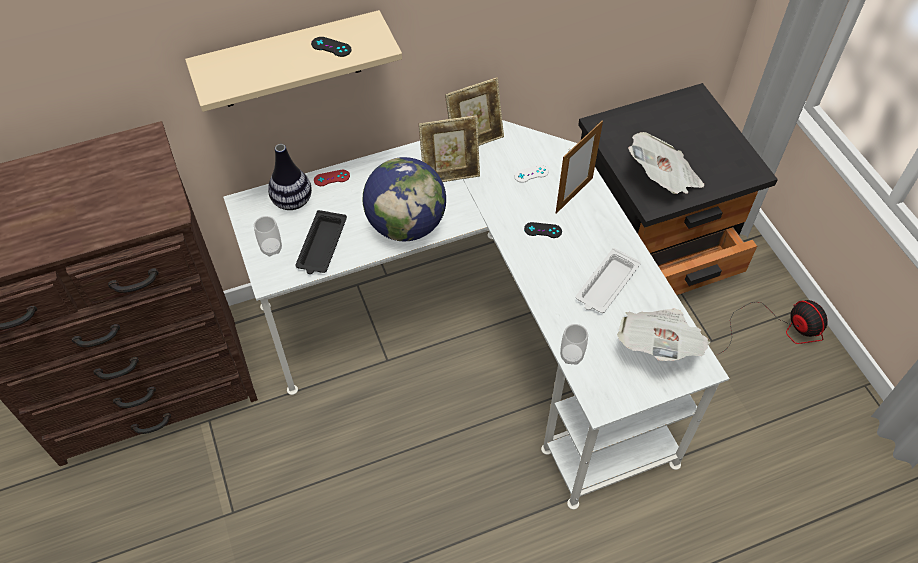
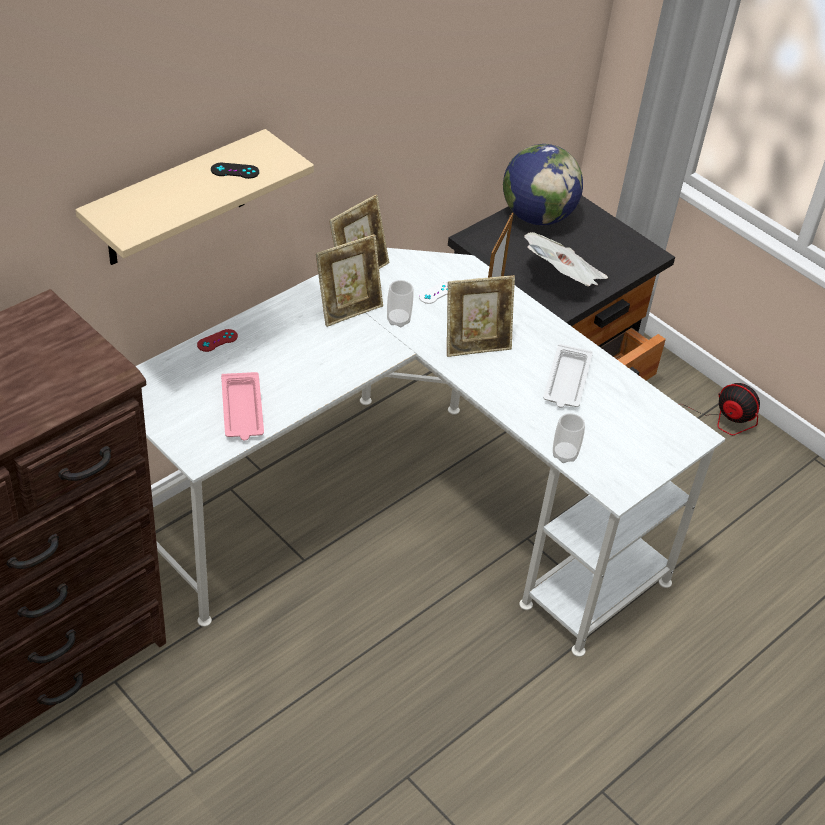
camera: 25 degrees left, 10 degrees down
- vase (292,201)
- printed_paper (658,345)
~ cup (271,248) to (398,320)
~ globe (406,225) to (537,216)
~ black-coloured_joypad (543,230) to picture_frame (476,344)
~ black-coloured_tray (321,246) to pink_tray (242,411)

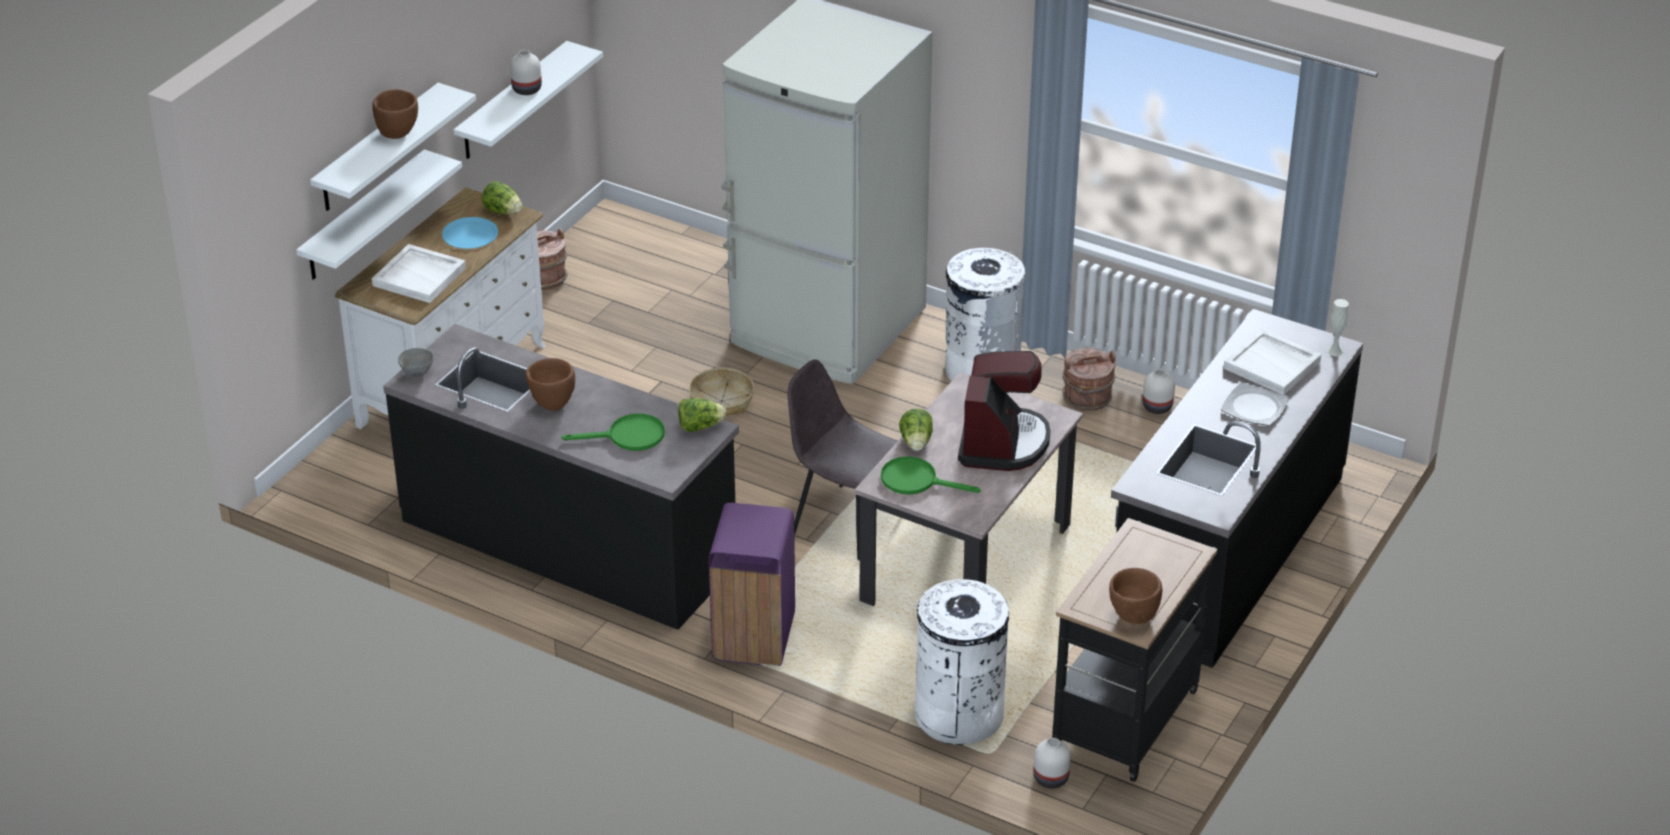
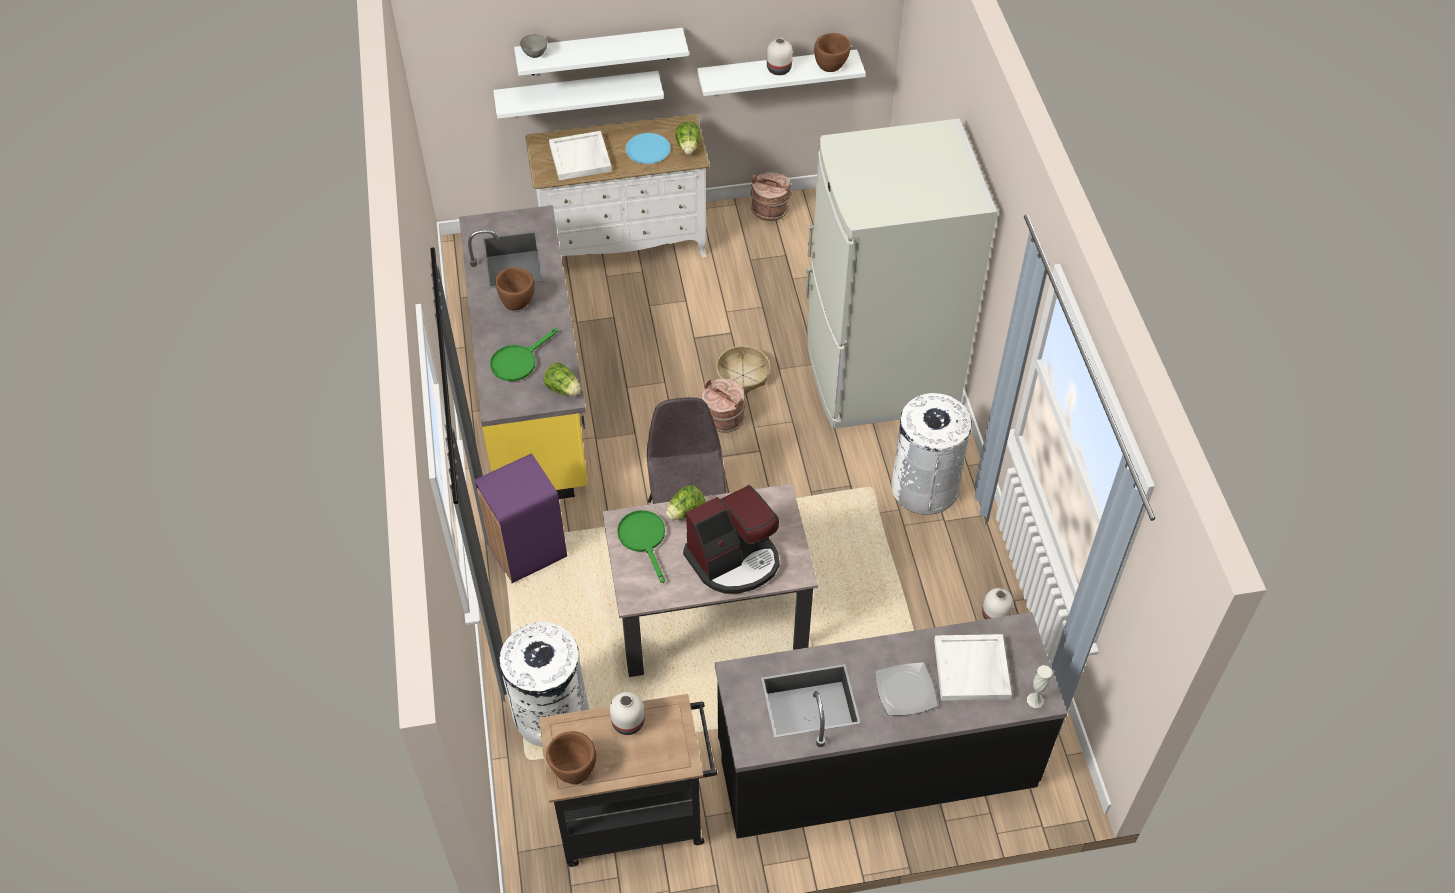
camera: 50 degrees right, 15 degrees up
~ brown_serving_bowl (398,133) to (831,67)
~ grey_serving_bowl (417,373) to (535,54)
~ white_vase (1051,778) to (629,722)
~ brown_pail (1087,399) to (723,419)
~ black-coloured_counter (569,541) to yellow-coloured_counter (533,397)
~ green-coloured_pan (628,437) = (518,361) 90 degrees clockwise

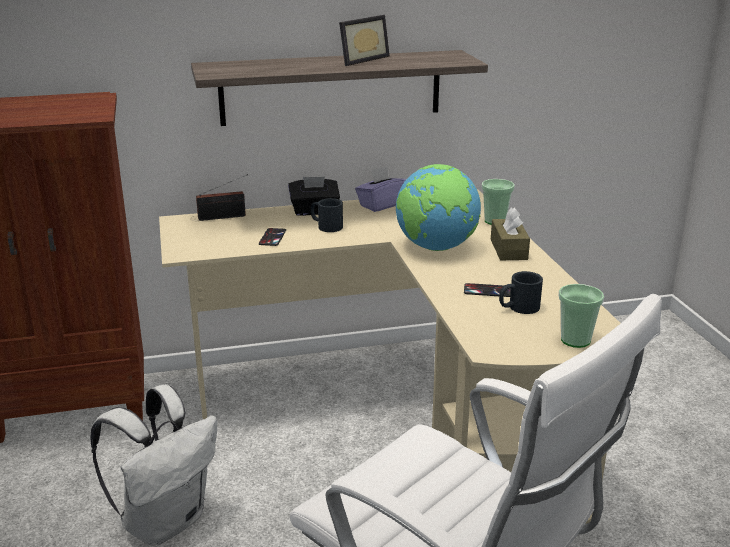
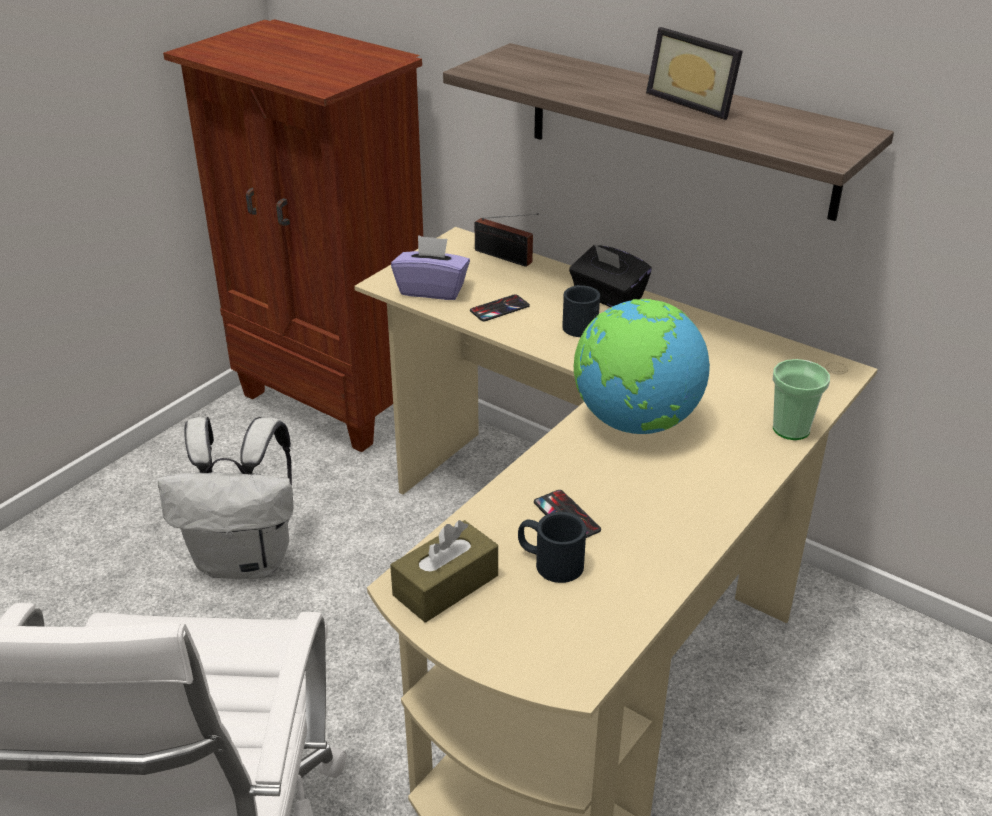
camera: 50 degrees right, 10 degrees up
- cup (575,340)
~ purple-coloured_box_of_tissues (381,205) to (432,290)
~ brown_box_of_tissues (508,249) to (446,585)
~ picture_frame (360,60) = (695,102) 45 degrees clockwise

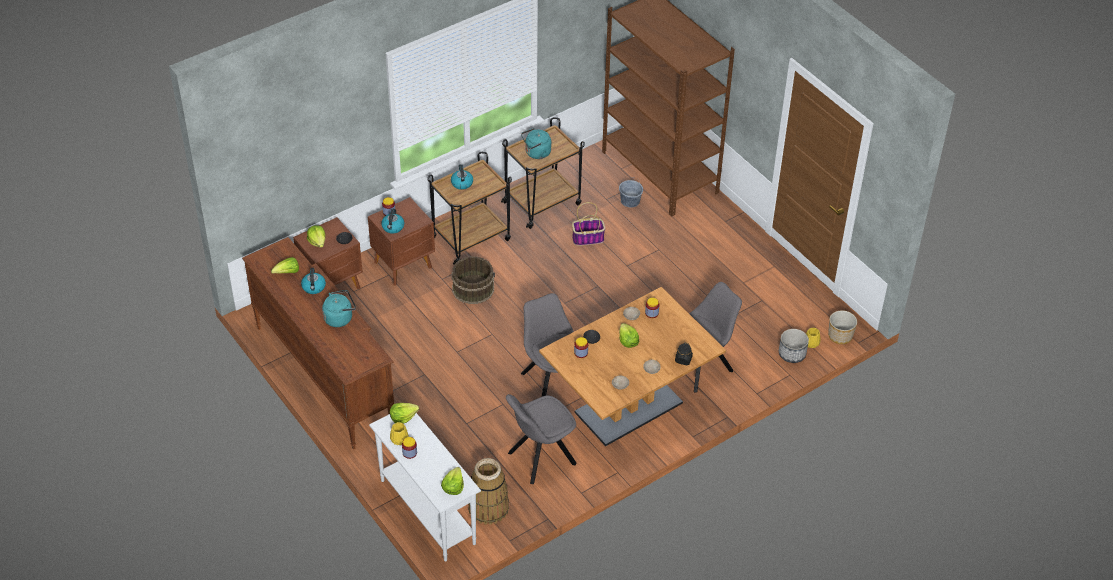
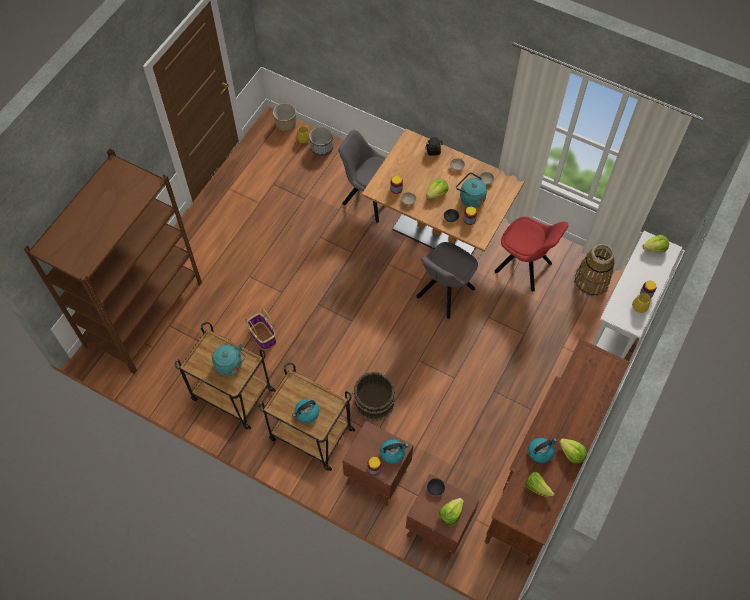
camera: 115 degrees left, 15 degrees up
- grey_pail (630,201)
~ turquoise_kettle (340,318) to (470,198)
~ lettuce (403,417) to (571,454)
~ grey_chair (541,458) to red_chair (524,267)

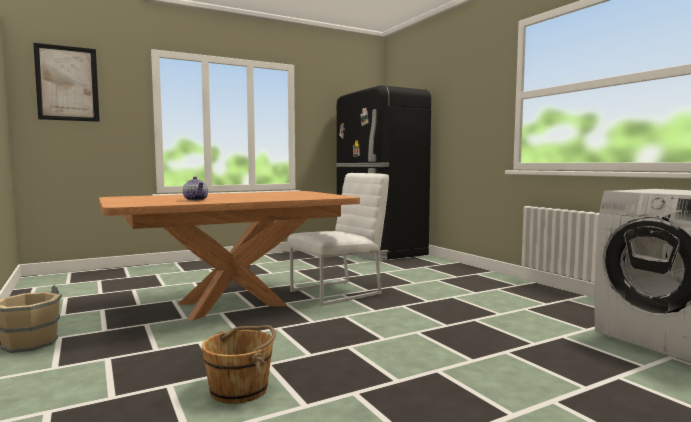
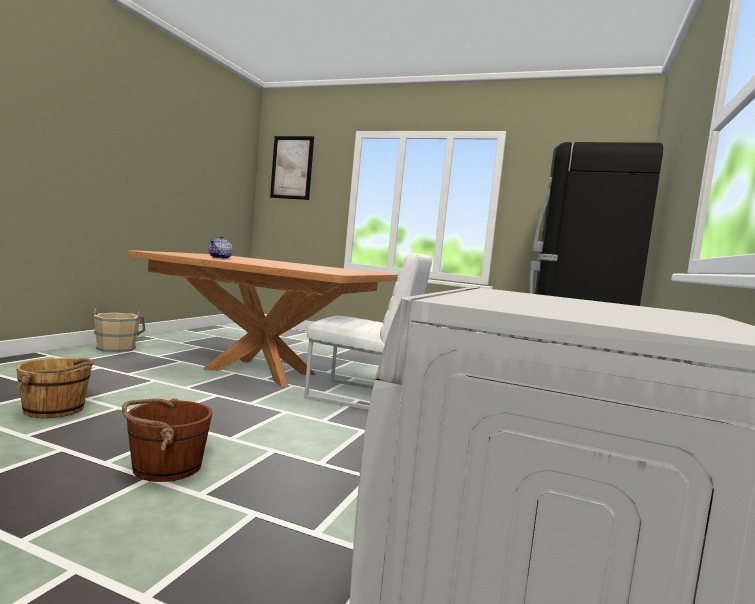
camera: 50 degrees right, 0 degrees up
+ brown_pail (165,467)

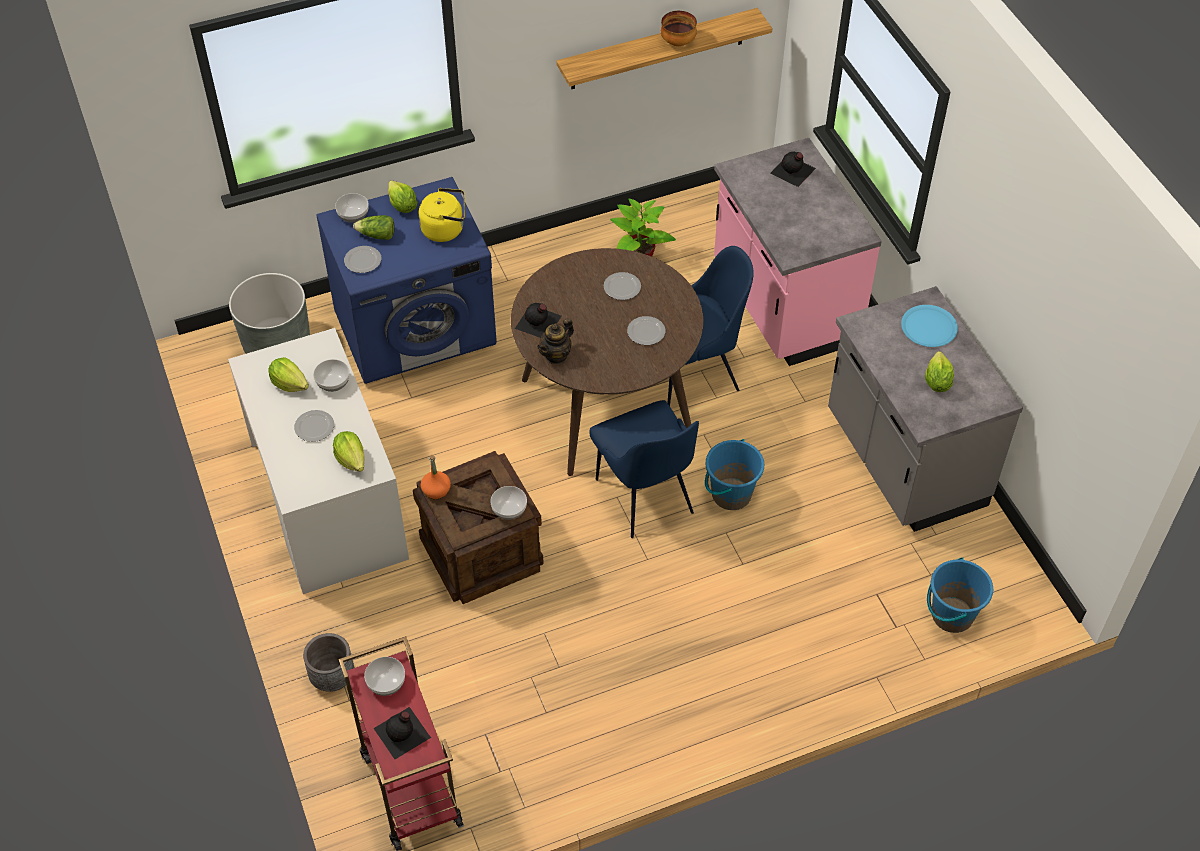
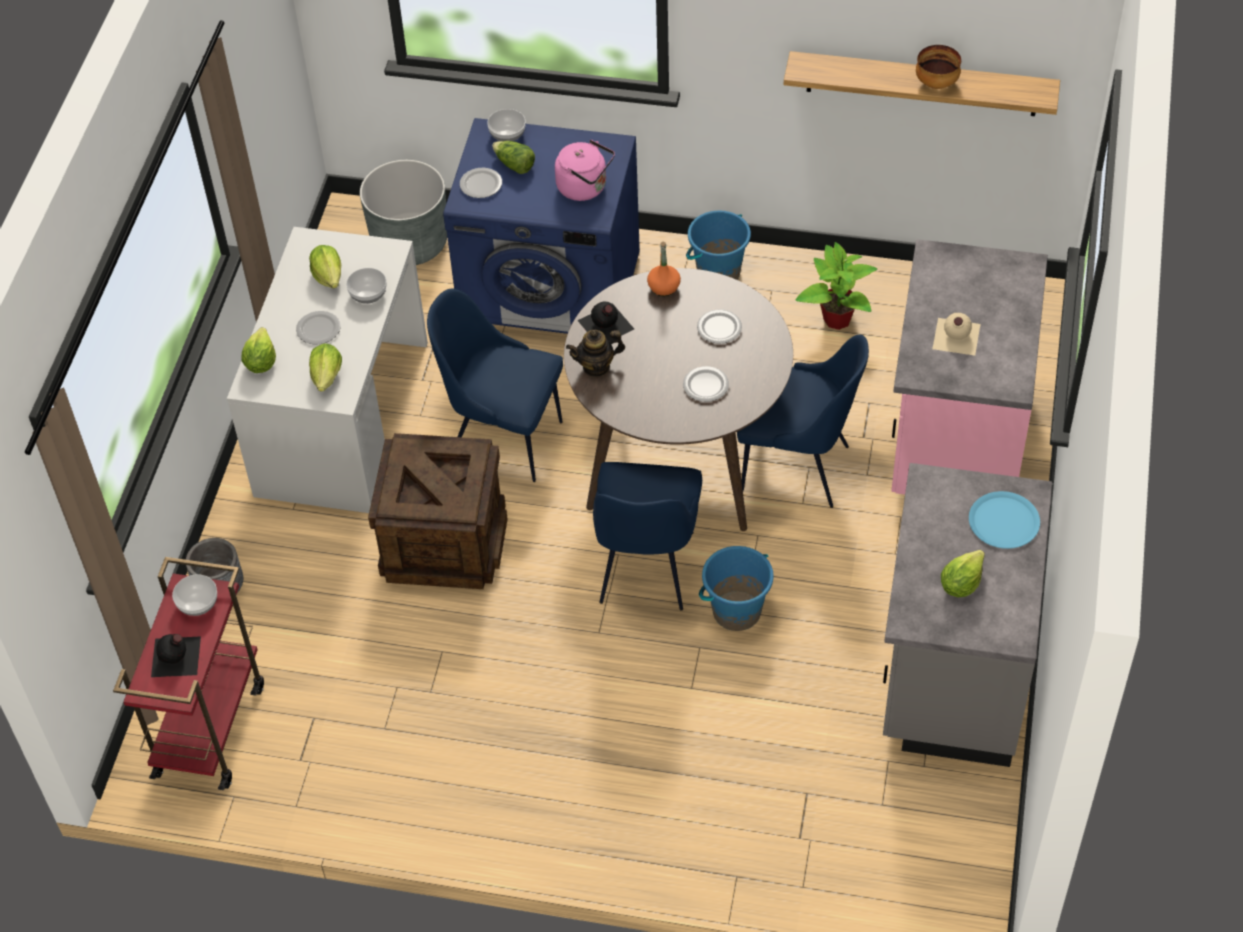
camera: 35 degrees right, 0 degrees up
- serving_bowl (509,510)
- black-coloured_beverage_bottle (793,171)
+ blue_chair (504,441)
+ beige-coloured_beverage_bottle (955,337)
~ lettuce (402,206) to (261,362)
~ orangey_beverage_bottle (436,490) to (664,287)
~ blue_pail (951,615) to (718,272)
~ yellow-coloured_kettle (445,229) to pink_kettle (585,188)

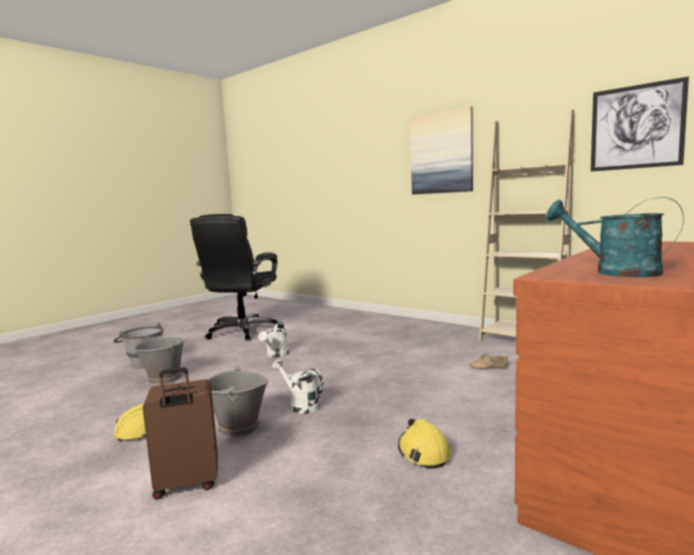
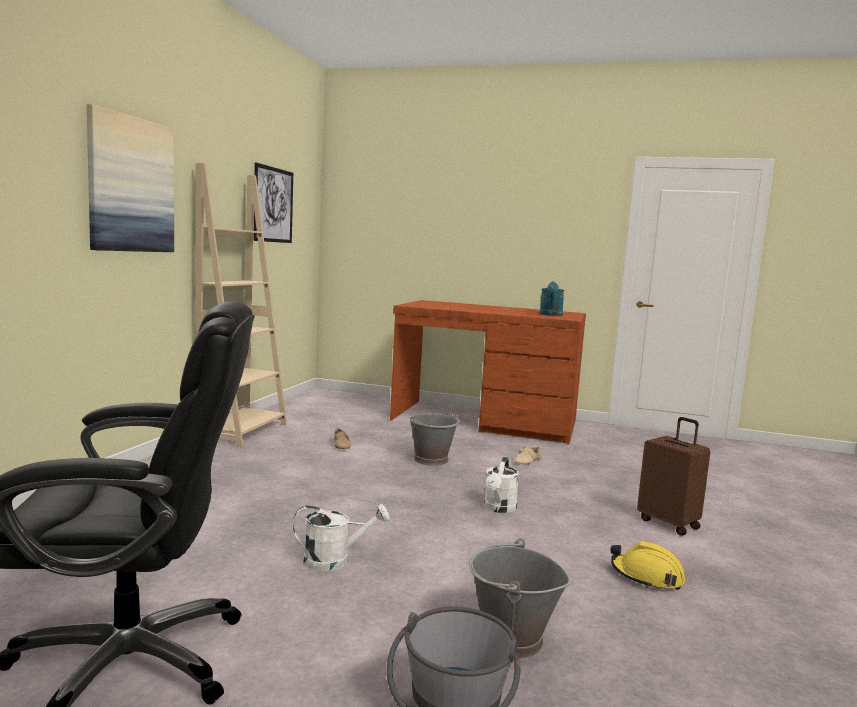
camera: 115 degrees left, 0 degrees up
~ grey_pail (238,428) to (431,460)
~ yellow-coloured_safety_helmet (423,452) to beige-coloured_shoe (528,461)

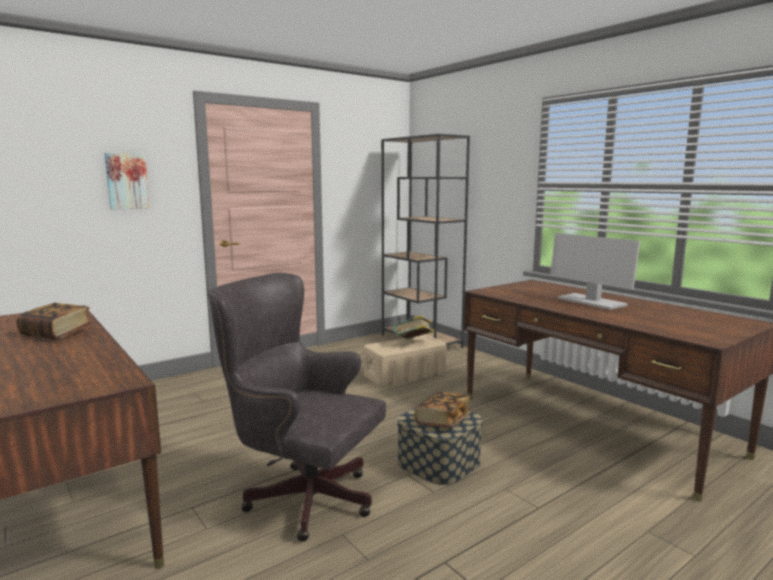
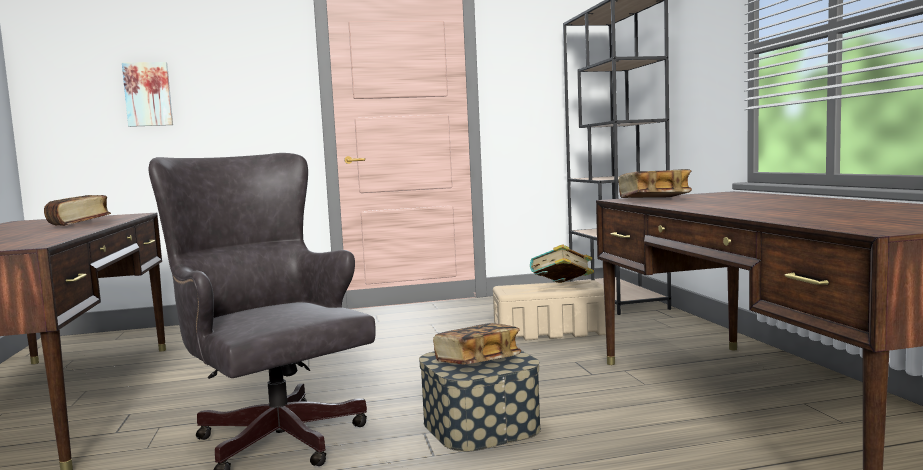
camera: 25 degrees right, 5 degrees down
- computer_display (590,302)
+ book (654,199)
~ picture (127,181) to (148,94)

